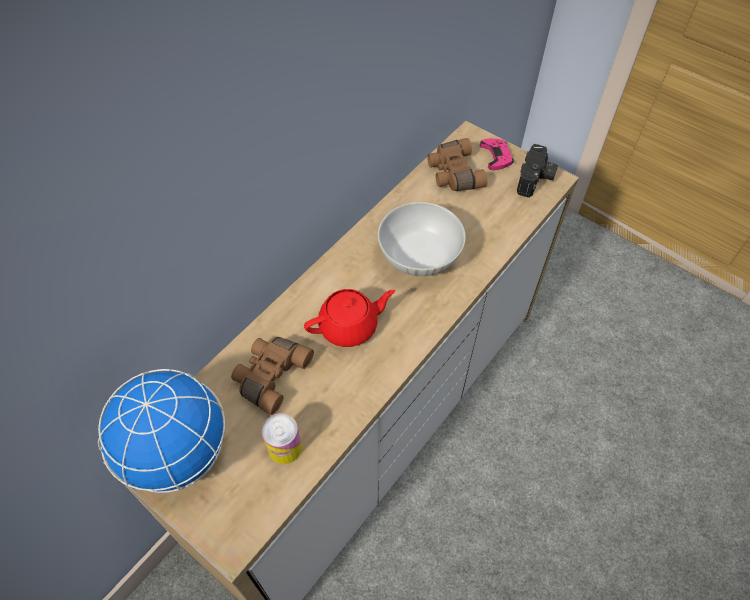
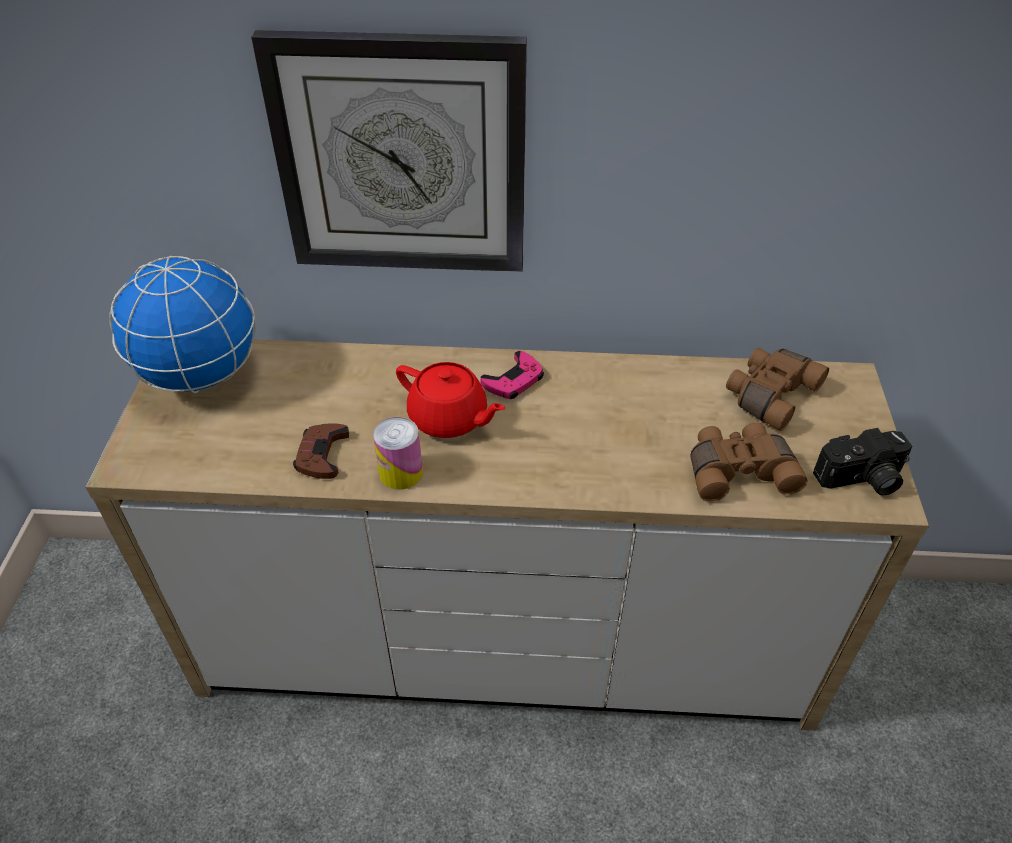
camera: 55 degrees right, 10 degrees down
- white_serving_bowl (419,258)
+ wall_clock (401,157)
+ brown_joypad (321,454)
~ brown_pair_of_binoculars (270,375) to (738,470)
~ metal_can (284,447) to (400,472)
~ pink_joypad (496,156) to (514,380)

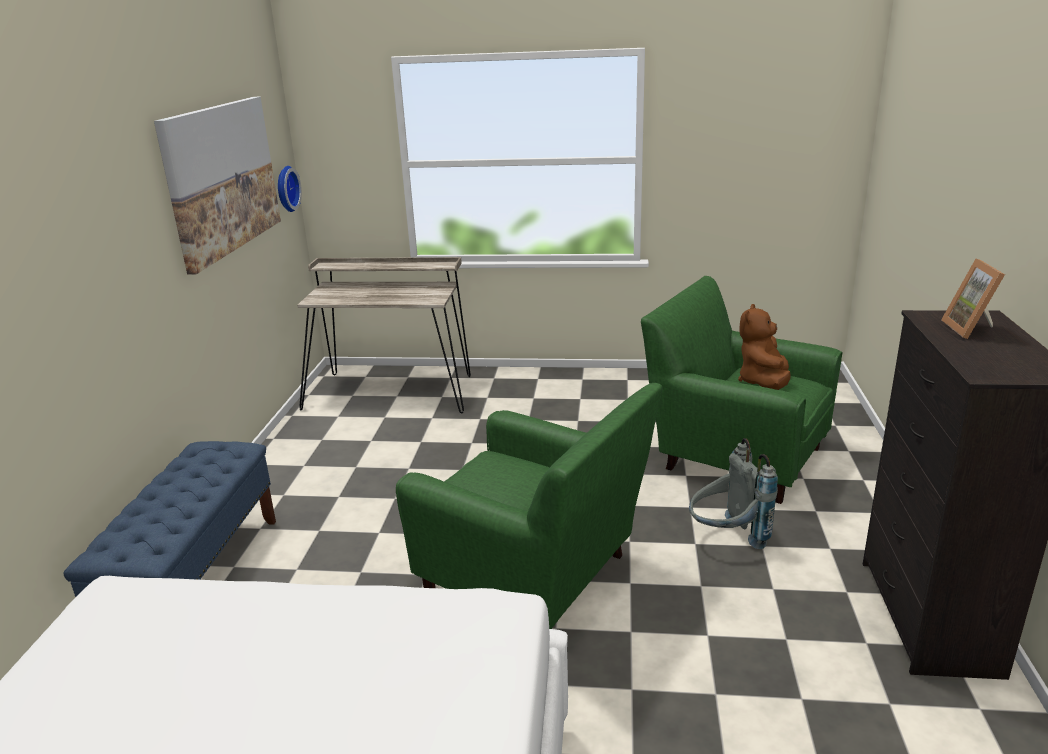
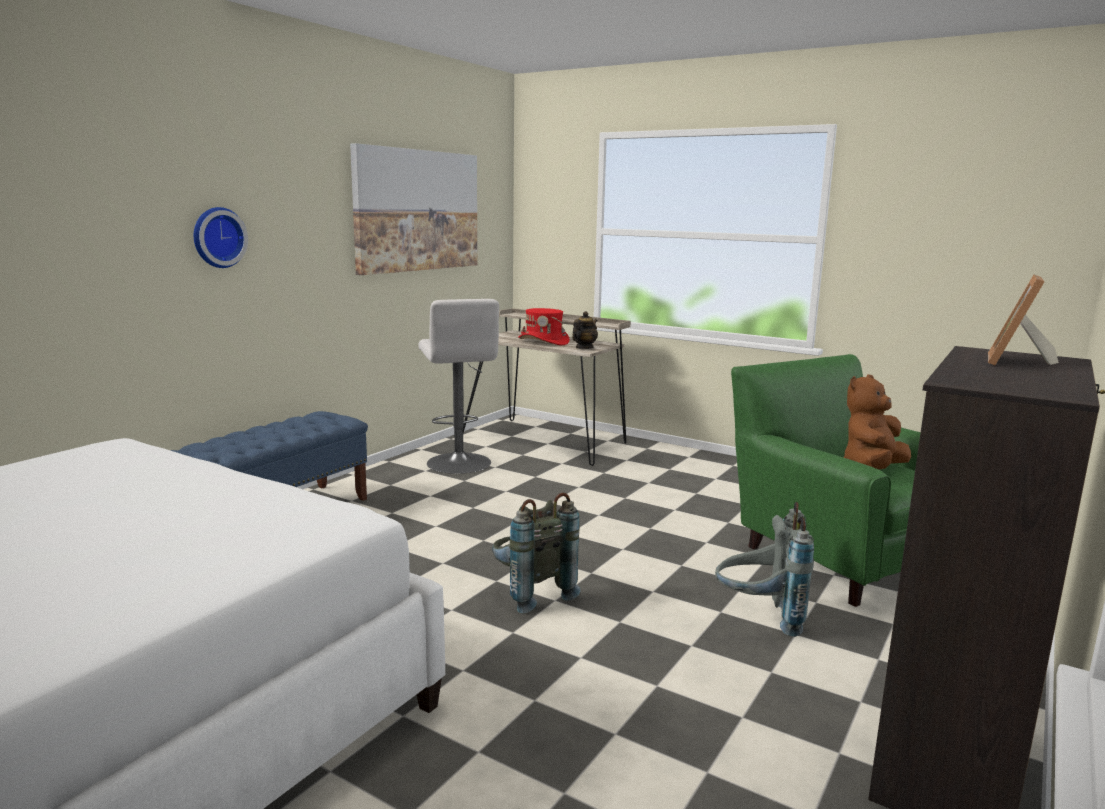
camera: 25 degrees right, 10 degrees down
+ white_sitting_stool (458,463)
+ red_hat (544,341)
+ tea_pot (584,348)
~ wall_clock (285,189) to (217,237)
~ green-coloured_lounge_chair (534,580) to grey_knapsack (530,593)

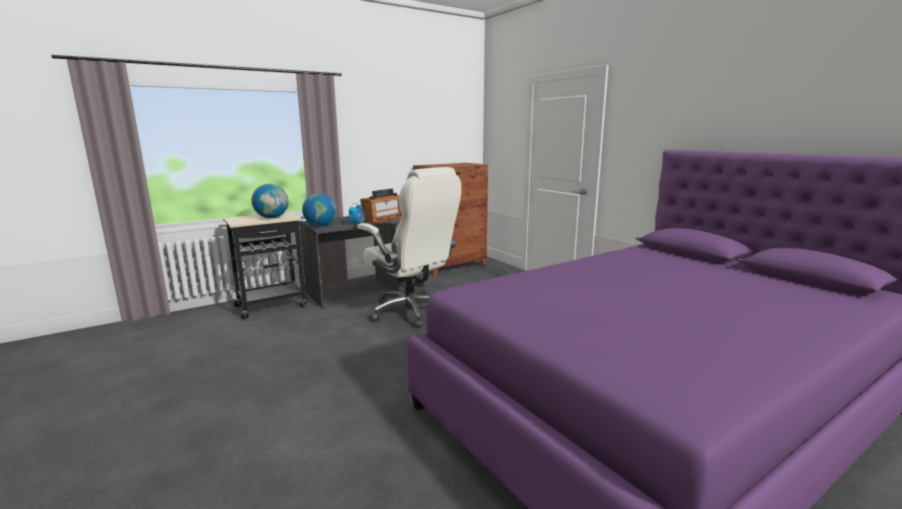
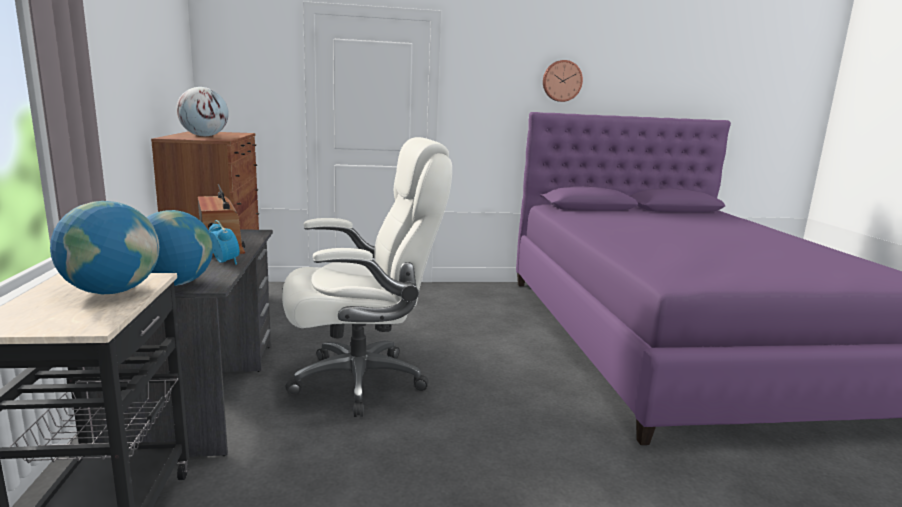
camera: 65 degrees left, 0 degrees up
+ globe (204,136)
+ wall_clock (561,81)

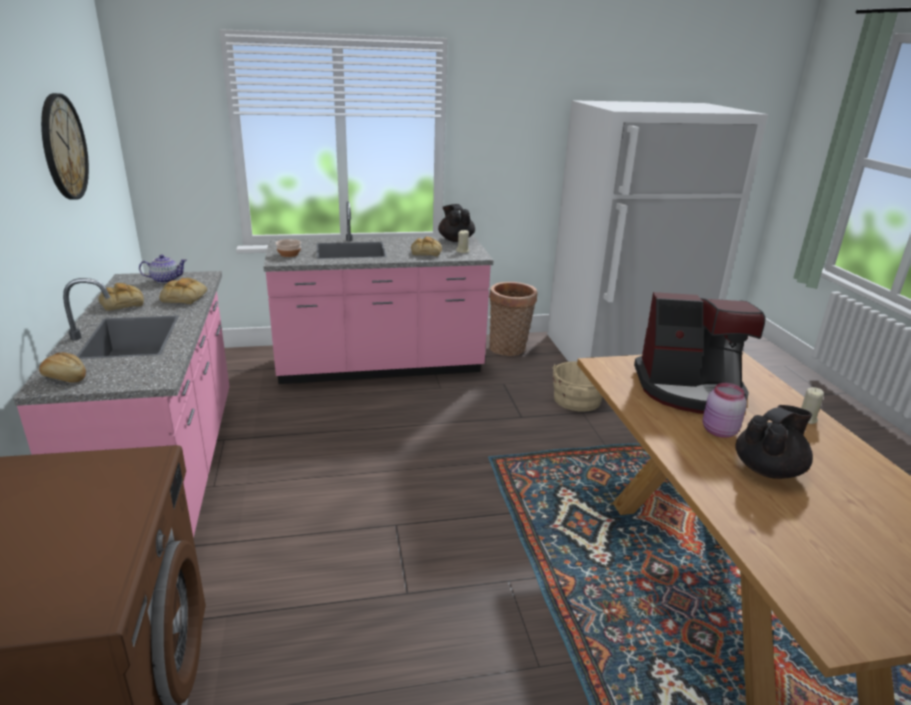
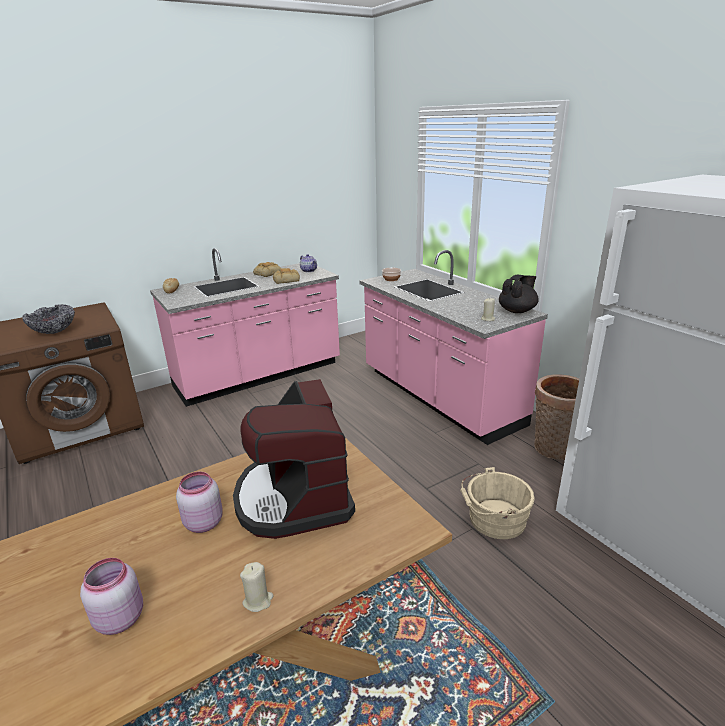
camera: 70 degrees right, 0 degrees up
- wall_clock (63,147)
- baked_bread (426,251)
- black-coloured_tea_pot (768,469)
+ serving_bowl (54,332)
+ pink_storage_jar (120,617)

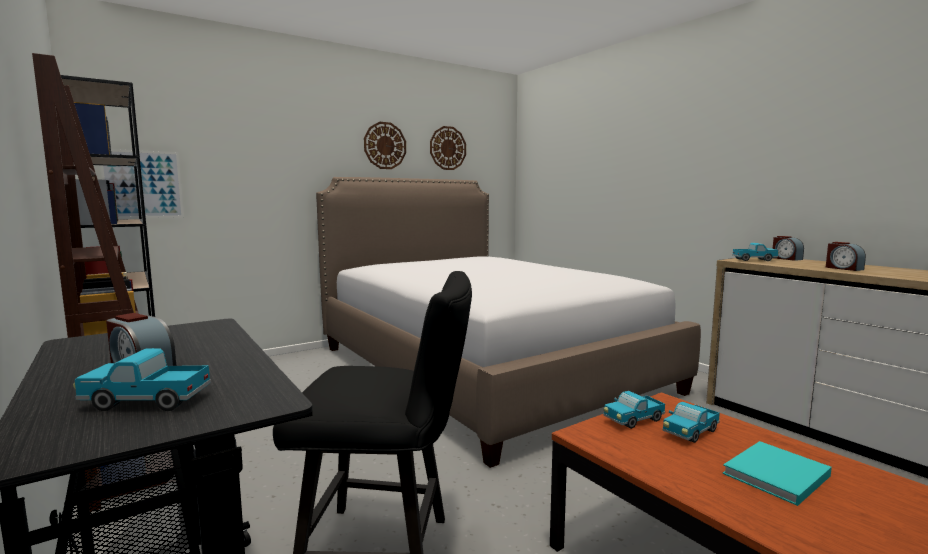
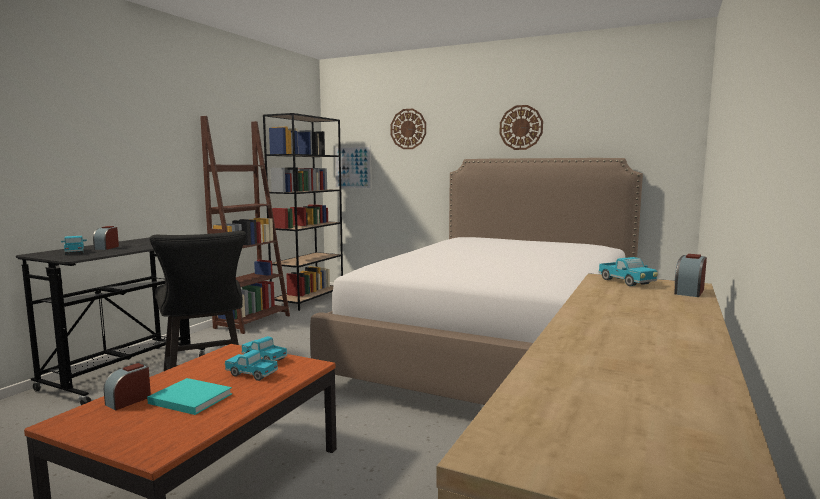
camera: 60 degrees right, 0 degrees up
~ wall_clock (447,148) to (408,129)
~ bedside_clock (843,268) to (129,400)

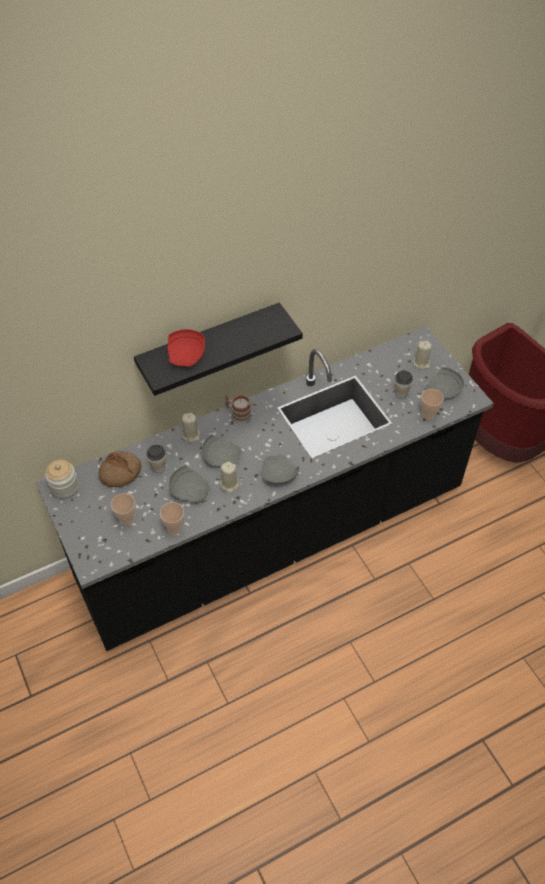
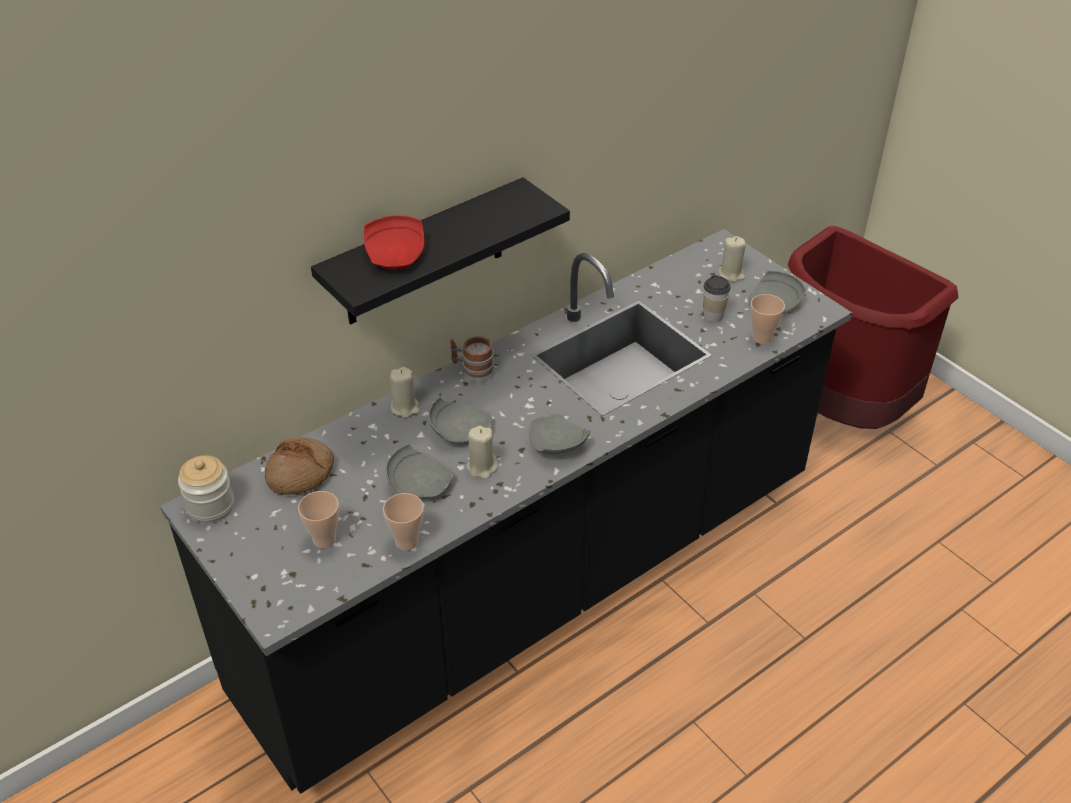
camera: 10 degrees left, 10 degrees down
- cup (158,467)

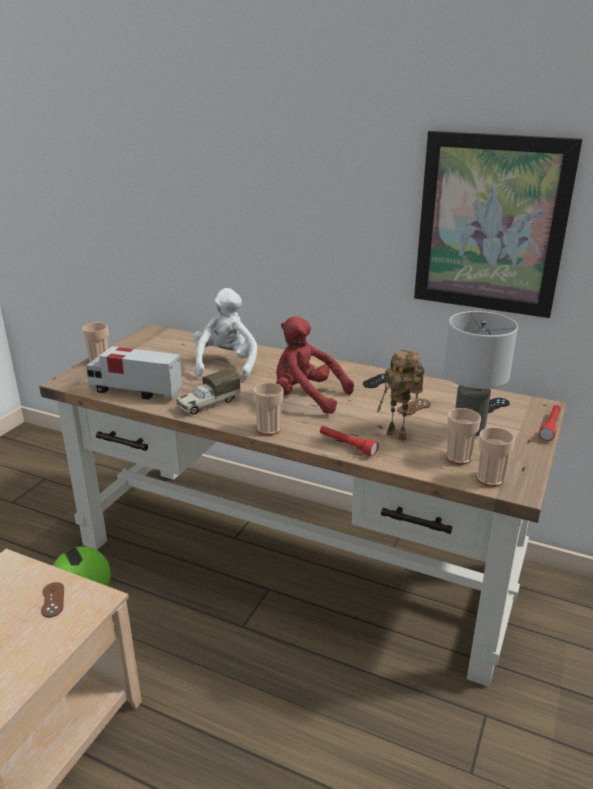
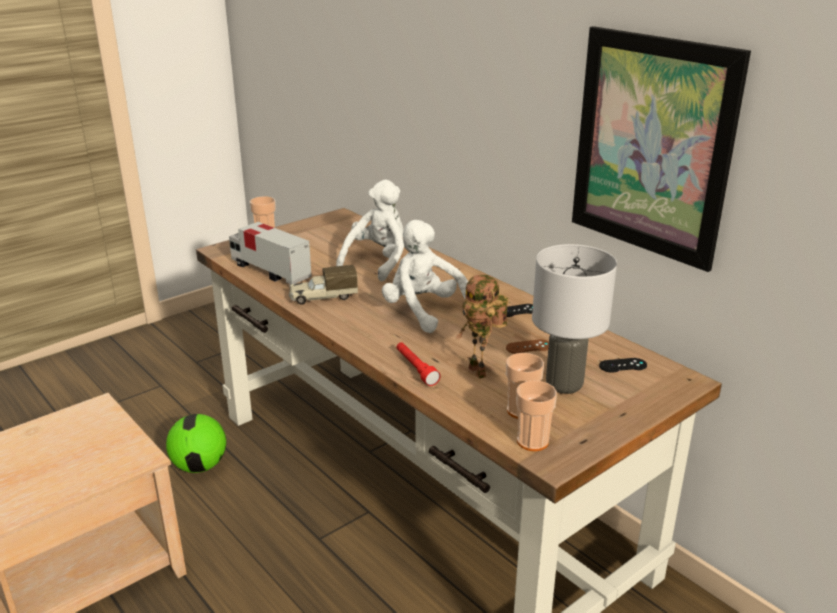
camera: 25 degrees right, 0 degrees up
- brown_joypad (53,599)
- cup (269,429)
- red_flashlight (550,427)
~ red_plush_toy (306,397) to white_plush_toy (424,312)

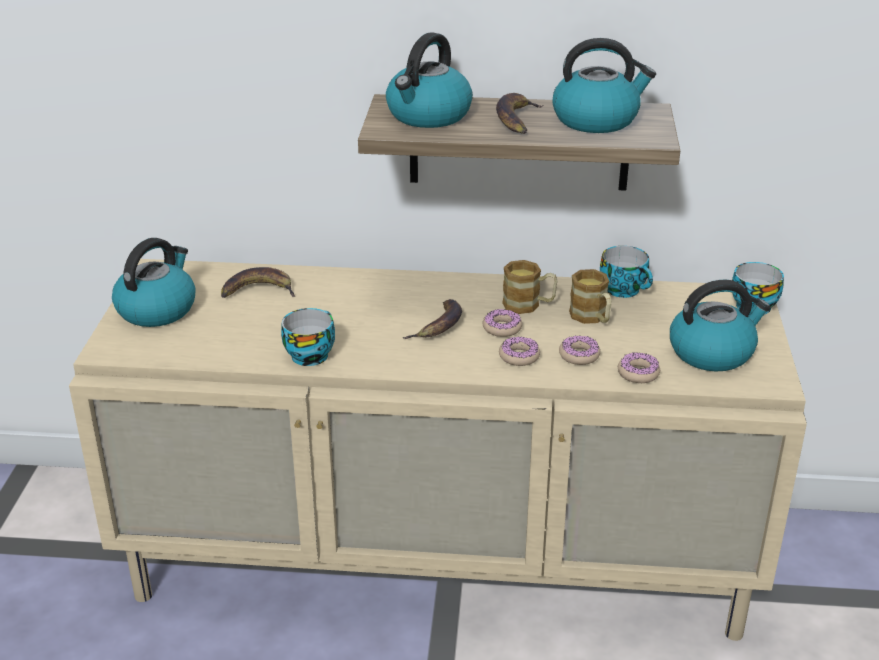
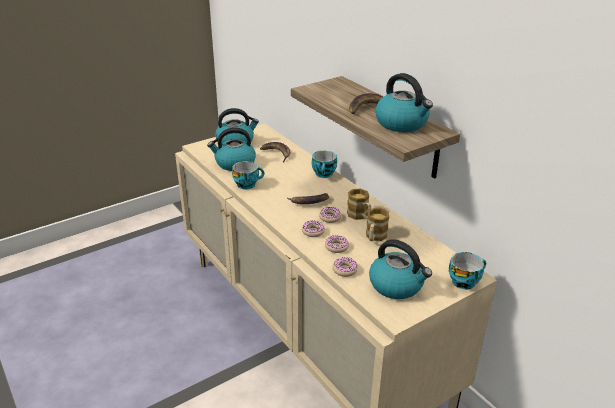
camera: 50 degrees right, 0 degrees up
~ kettle (428,116) to (234,163)
~ cup (625,290) to (324,174)

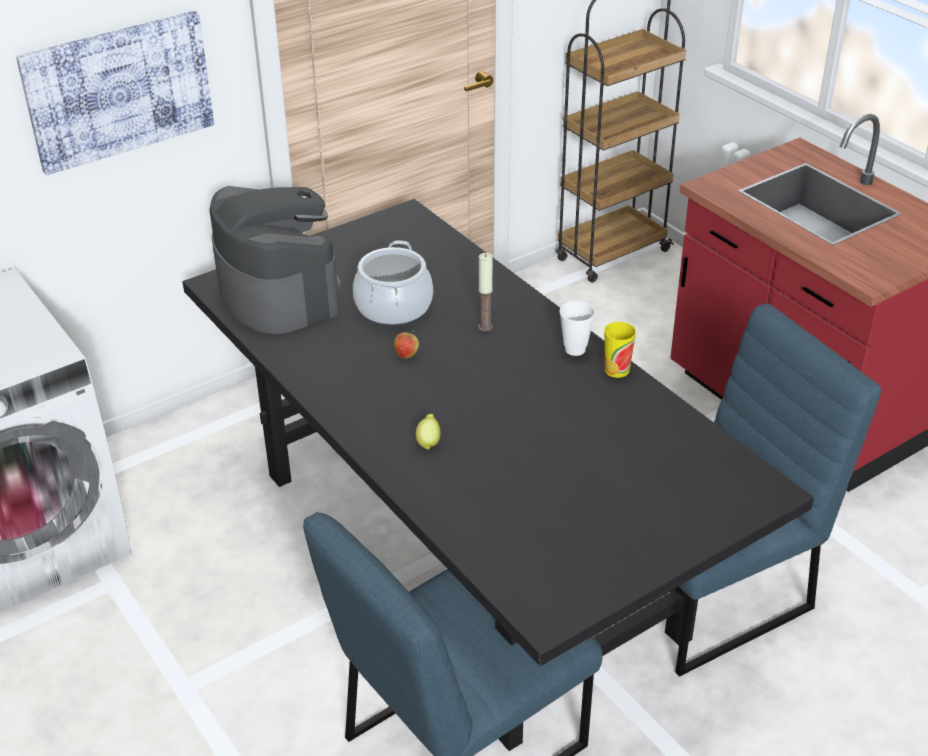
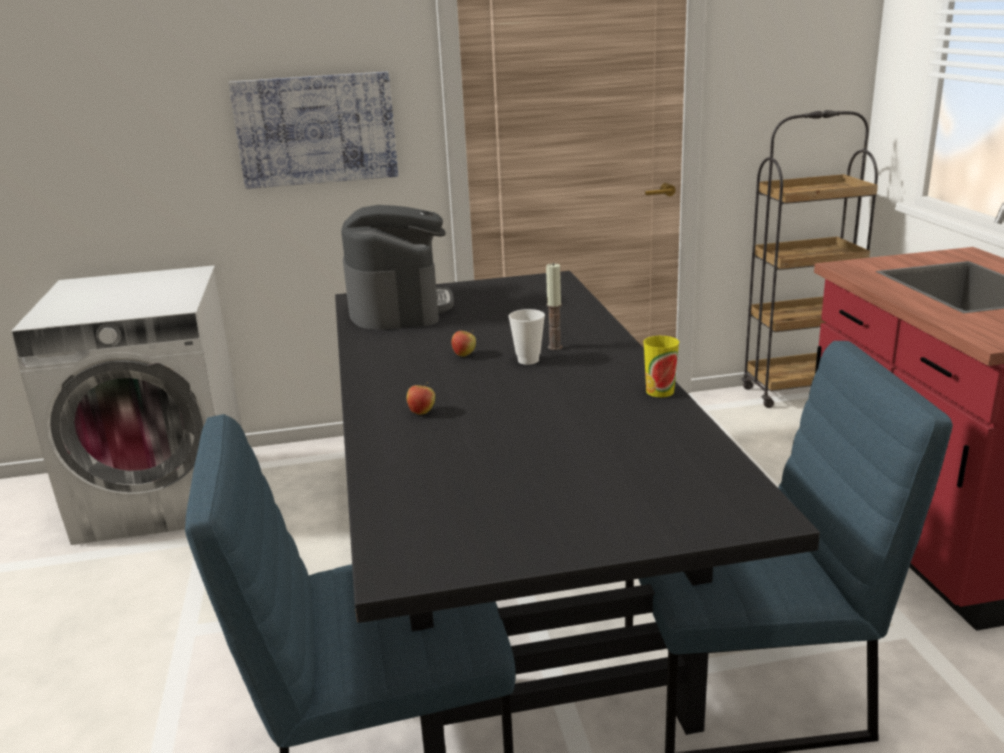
camera: 25 degrees right, 15 degrees down
- cooking_pot (393,307)
~ cup (575,349) to (528,360)
~ whole_lemon (428,442) to apple (422,412)

